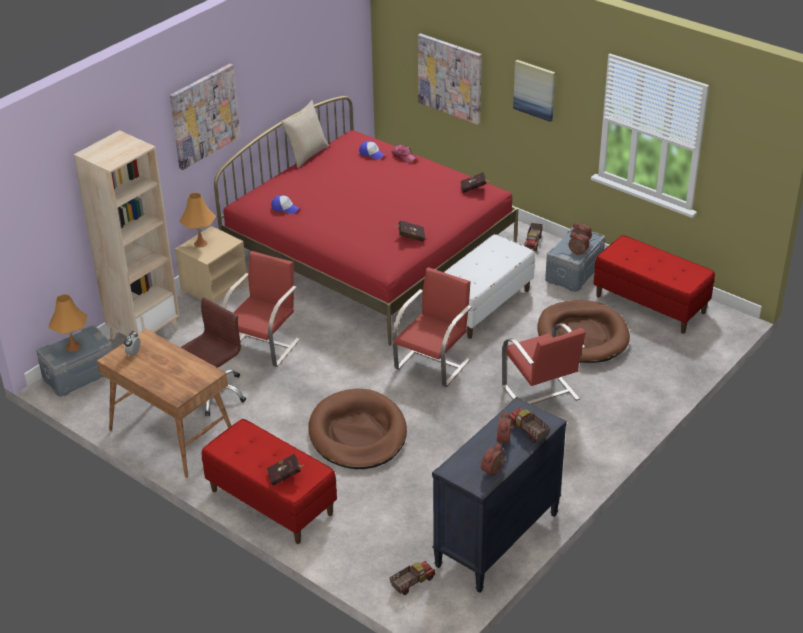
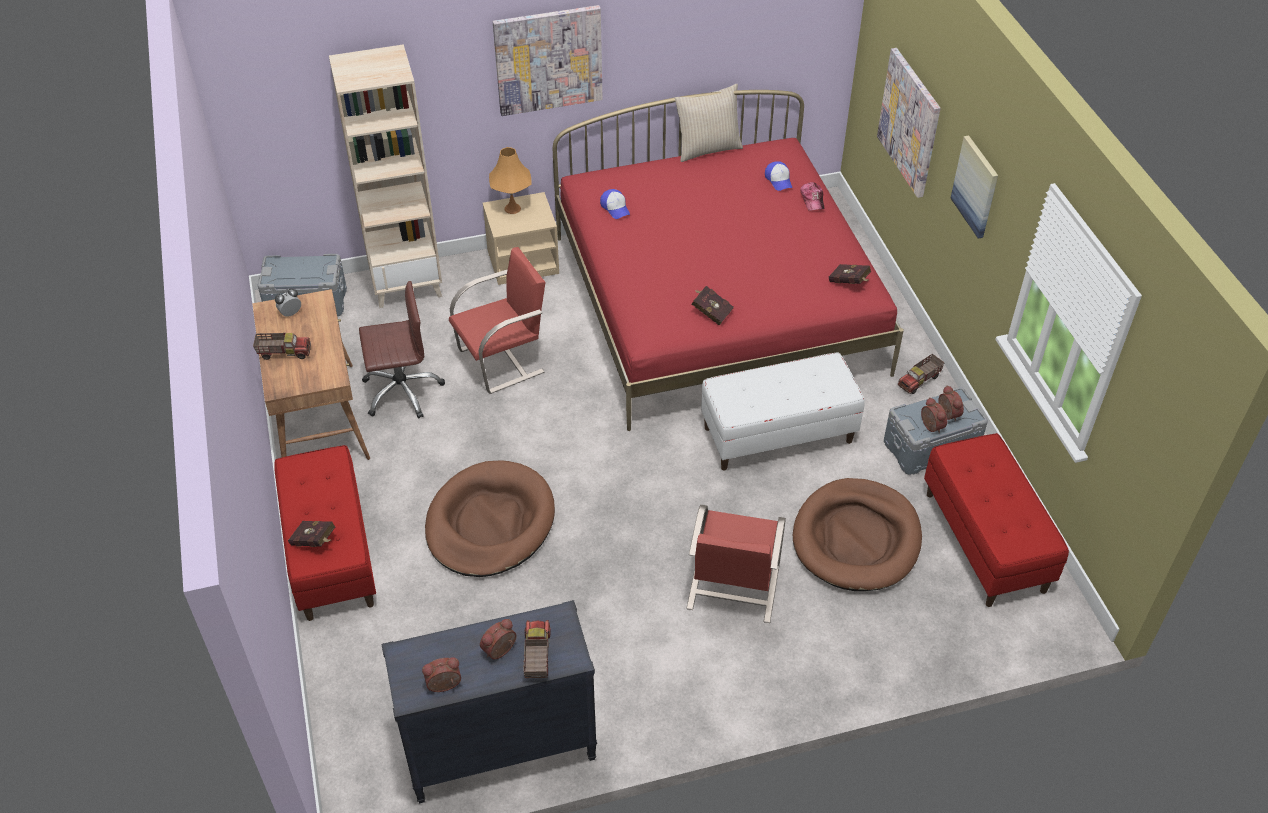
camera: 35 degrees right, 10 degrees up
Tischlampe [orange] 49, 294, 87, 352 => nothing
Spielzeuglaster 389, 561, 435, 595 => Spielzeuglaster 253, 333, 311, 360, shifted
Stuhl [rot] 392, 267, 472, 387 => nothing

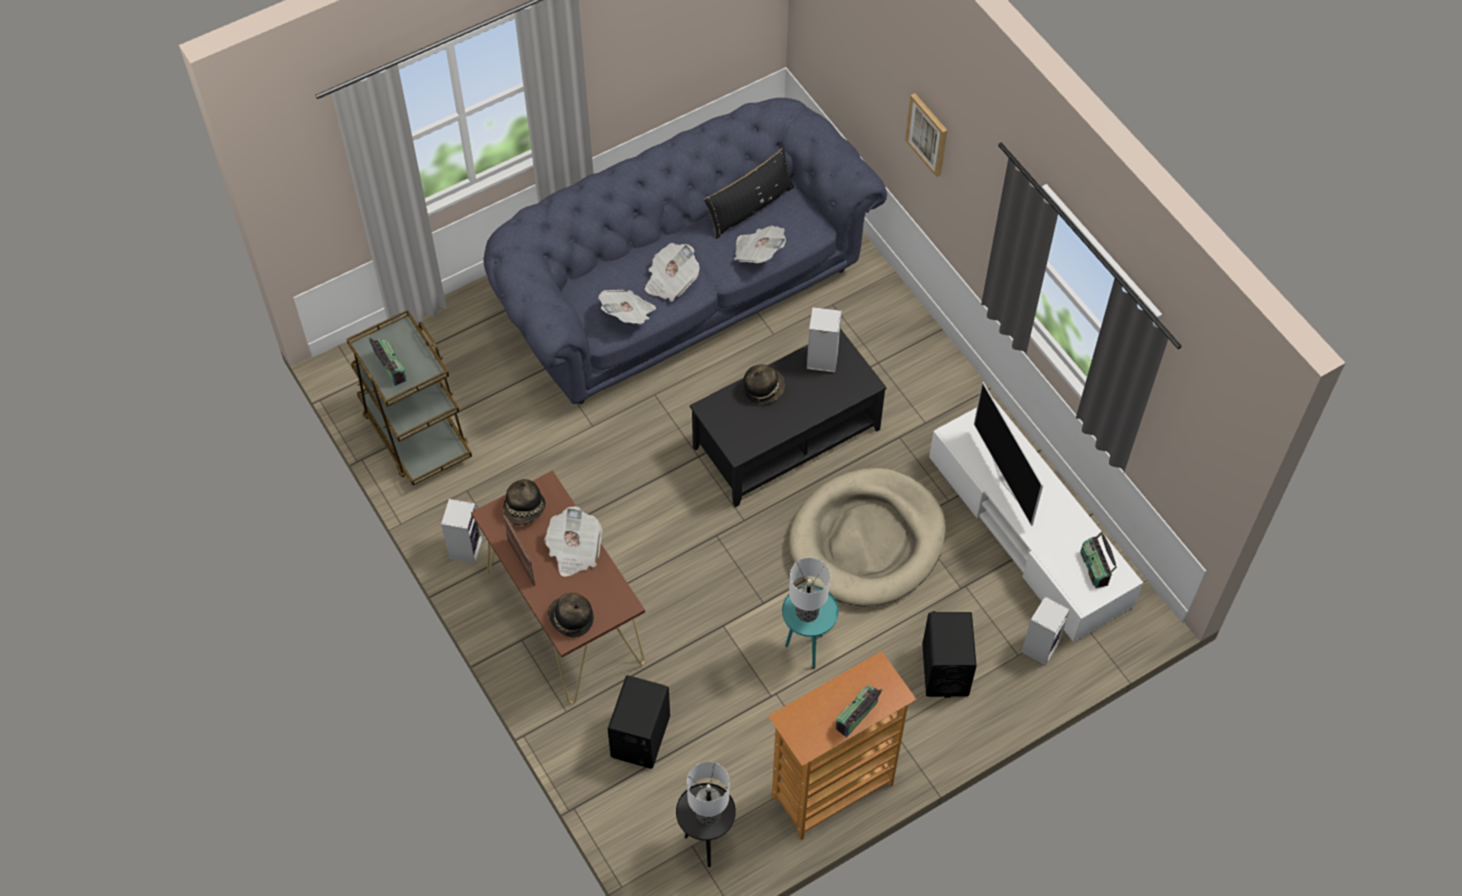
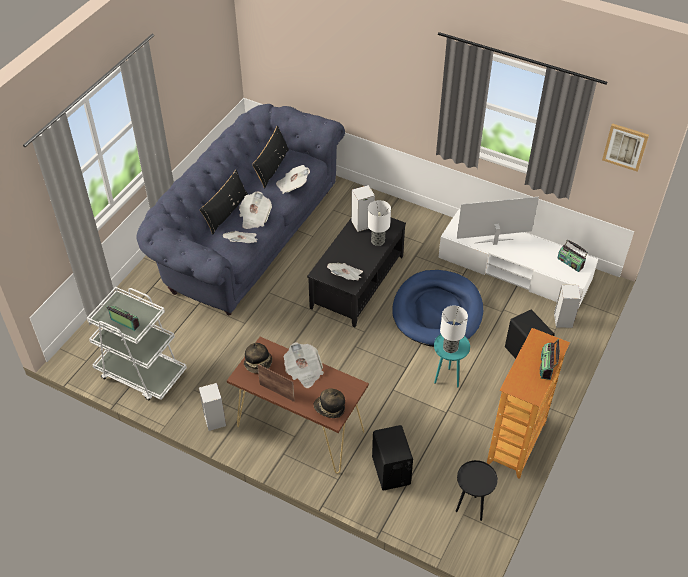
camera: 30 degrees left, 10 degrees down
Rollwagen [braun] 347, 310, 472, 486 => Rollwagen [weiß] 87, 287, 187, 400
Tischlampe 687, 762, 729, 825 => Tischlampe 367, 200, 391, 246, shifted
Hut 743, 364, 785, 405 => nothing
Hundebett [beige] 789, 468, 946, 606 => Hundebett [blau] 393, 270, 483, 347
Bild 905, 93, 947, 177 => Bild 602, 123, 649, 172, shifted
Fernseher 974, 382, 1043, 526 => Fernseher 457, 197, 539, 245, 135 degrees clockwise
nothing => Kissen [schwarz] 199, 170, 248, 235
nothing => Zeitung 327, 263, 363, 280

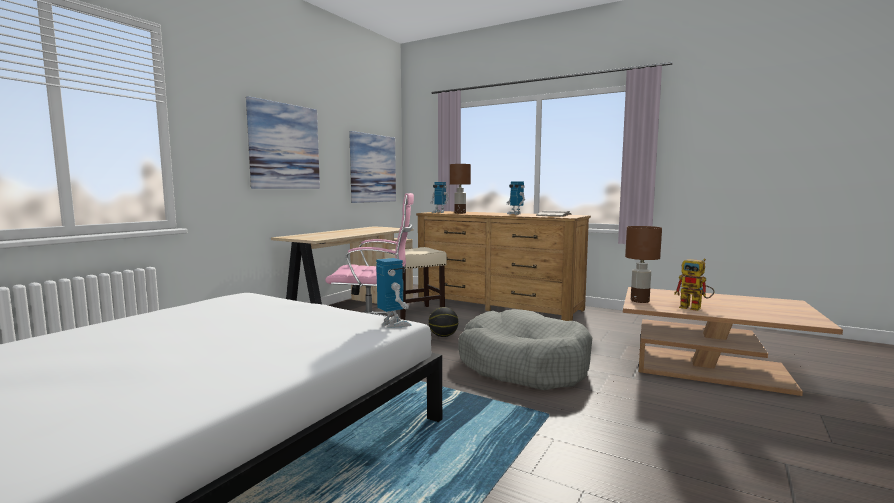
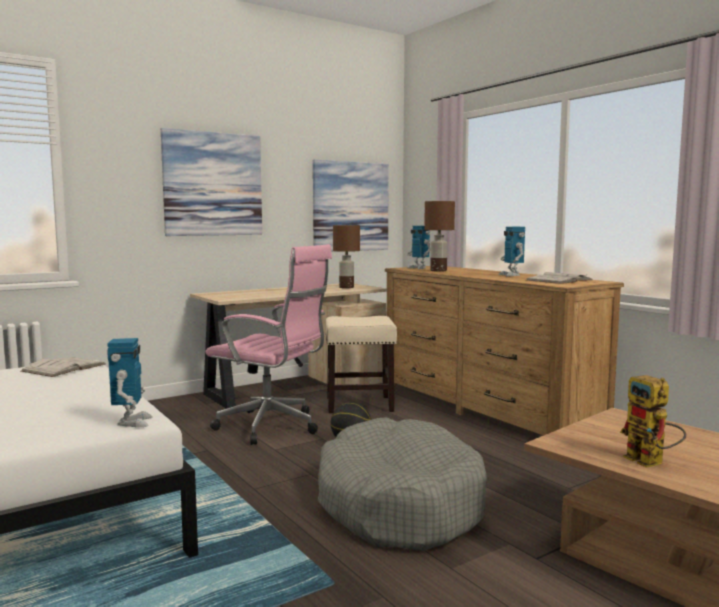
camera: 25 degrees right, 0 degrees up
Tischlampe [braun] 625, 226, 662, 303 => Tischlampe [braun] 333, 225, 360, 288, shifted
nothing => Buch [weiß] 21, 357, 105, 377

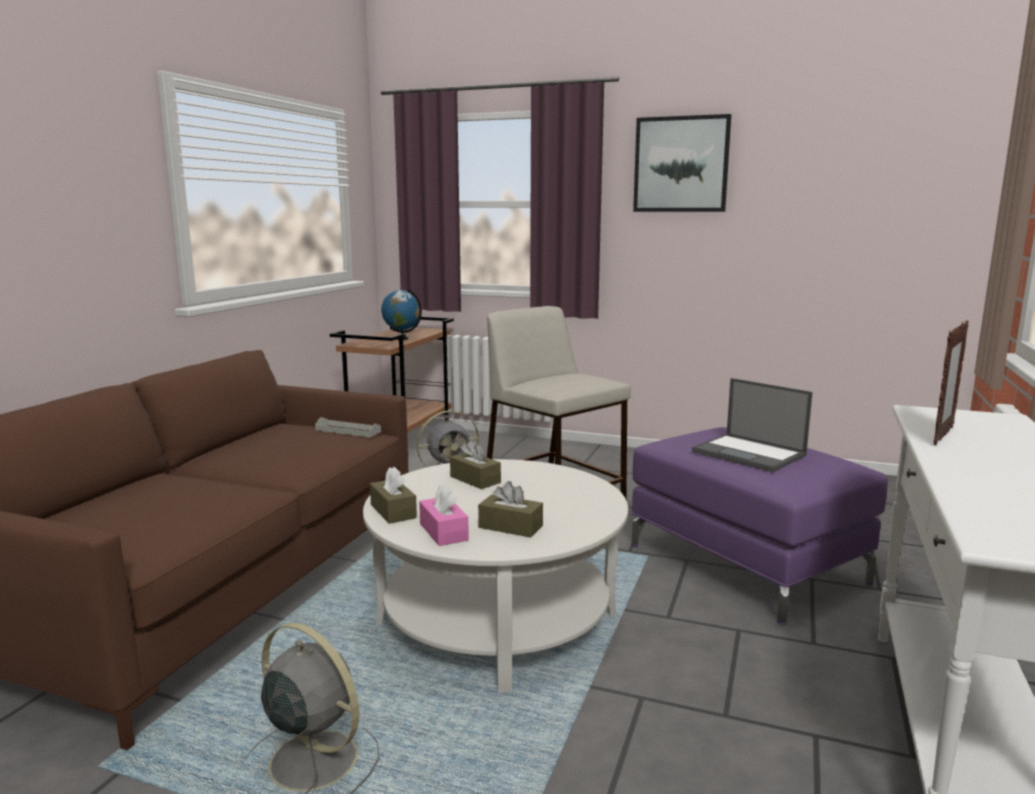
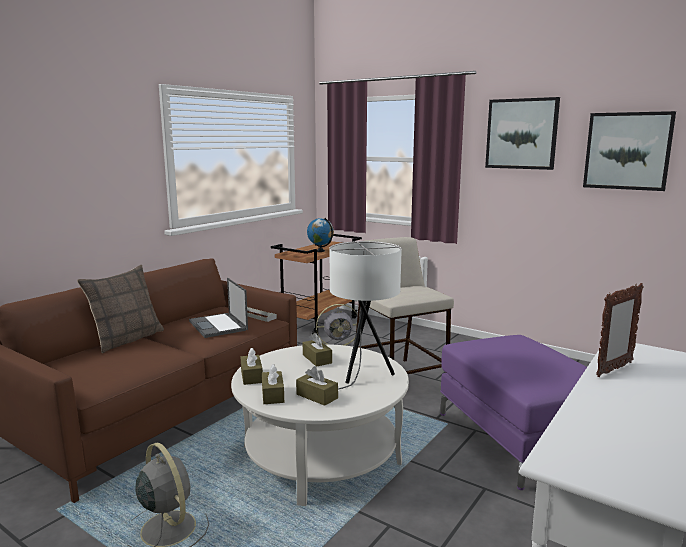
camera: 15 degrees right, 0 degrees up
Taschentuchbox [rosa] 419, 484, 469, 546 => Taschentuchbox [braun] 262, 364, 284, 404
Laptop 692, 378, 813, 472 => Laptop 189, 278, 248, 338, shifted
nothing => Kissen 77, 265, 164, 353
nothing => Tischlampe [weiß] 330, 241, 402, 389
nothing => Bild 583, 111, 676, 191

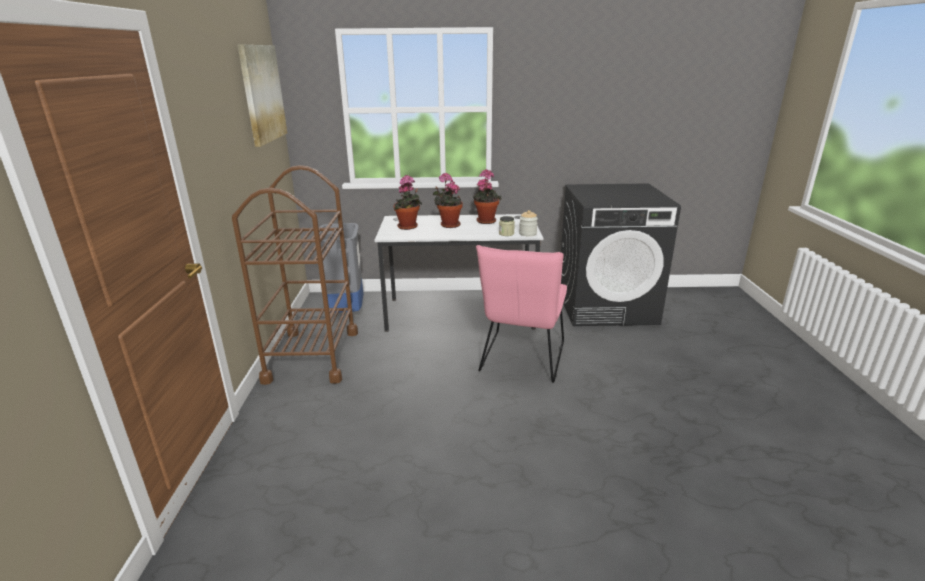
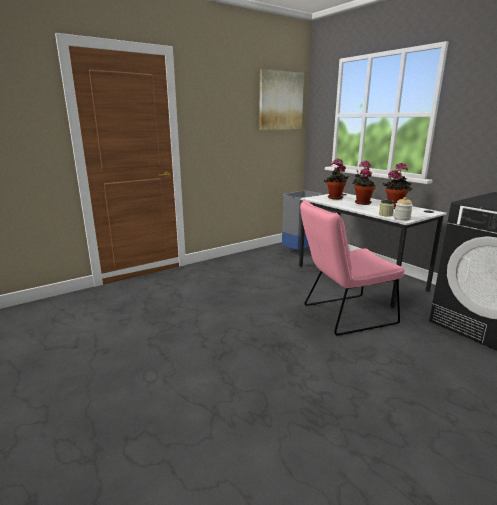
camera: 55 degrees right, 5 degrees down
Rollwagen [braun] 232, 165, 358, 385 => nothing

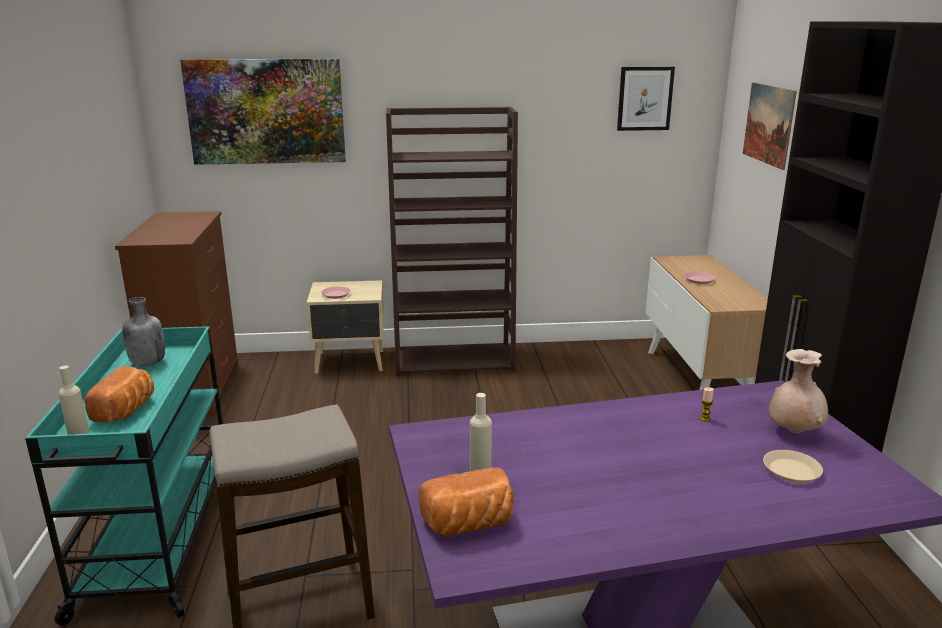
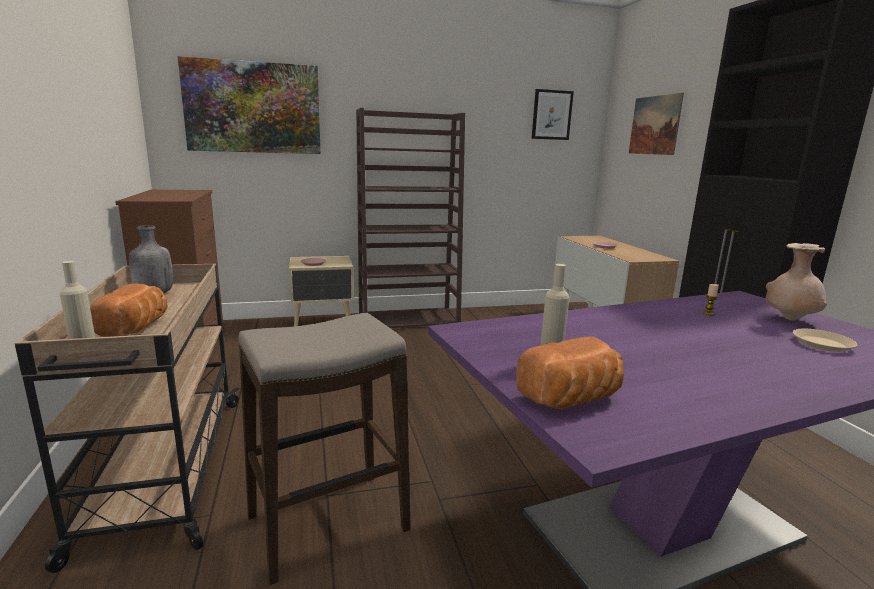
camera: 10 degrees left, 5 degrees down
Rollwagen [türkis] 25, 326, 223, 626 => Rollwagen [beige] 15, 264, 240, 573

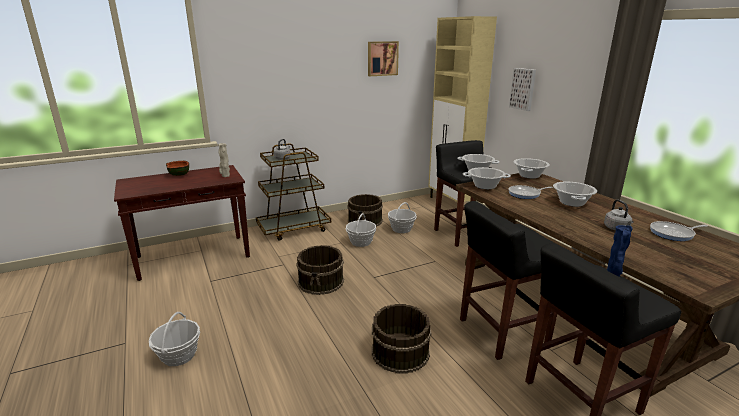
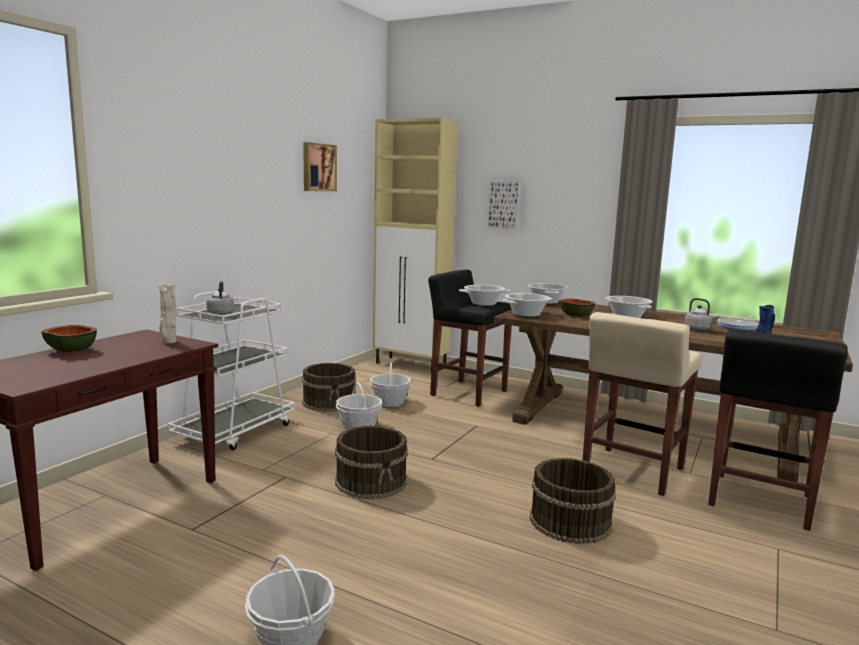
camera: 35 degrees left, 10 degrees down
Rollwagen [braun] 256, 143, 331, 241 => Rollwagen [weiß] 168, 291, 295, 450
Hocker [schwarz] 460, 201, 557, 360 => Hocker [beige] 583, 312, 701, 496
Pfanne 508, 185, 553, 199 => Schüssel 560, 299, 595, 317

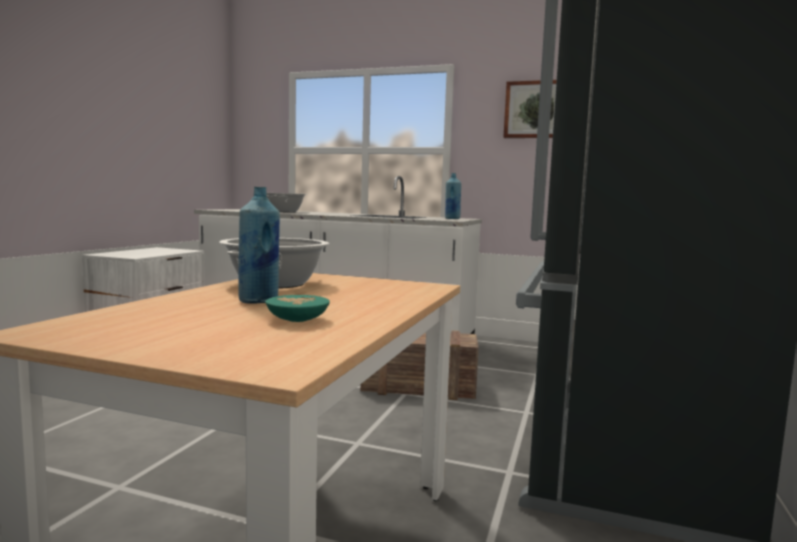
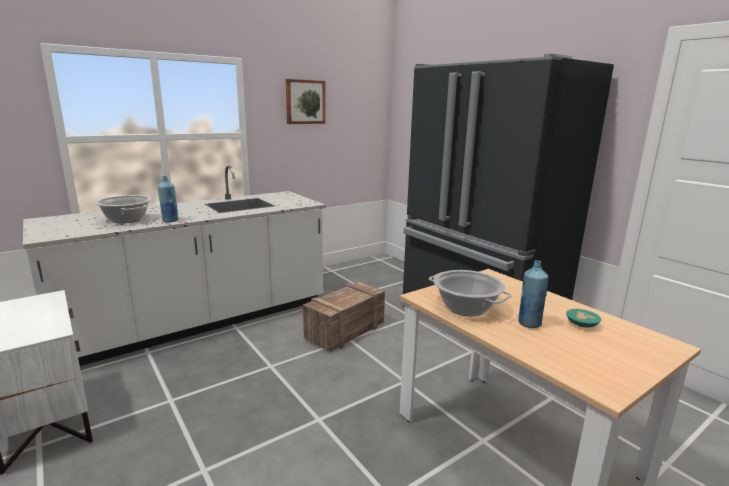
camera: 55 degrees left, 10 degrees up
Flasche [blau] 445, 173, 461, 219 => Flasche [blau] 158, 176, 179, 222, shifted

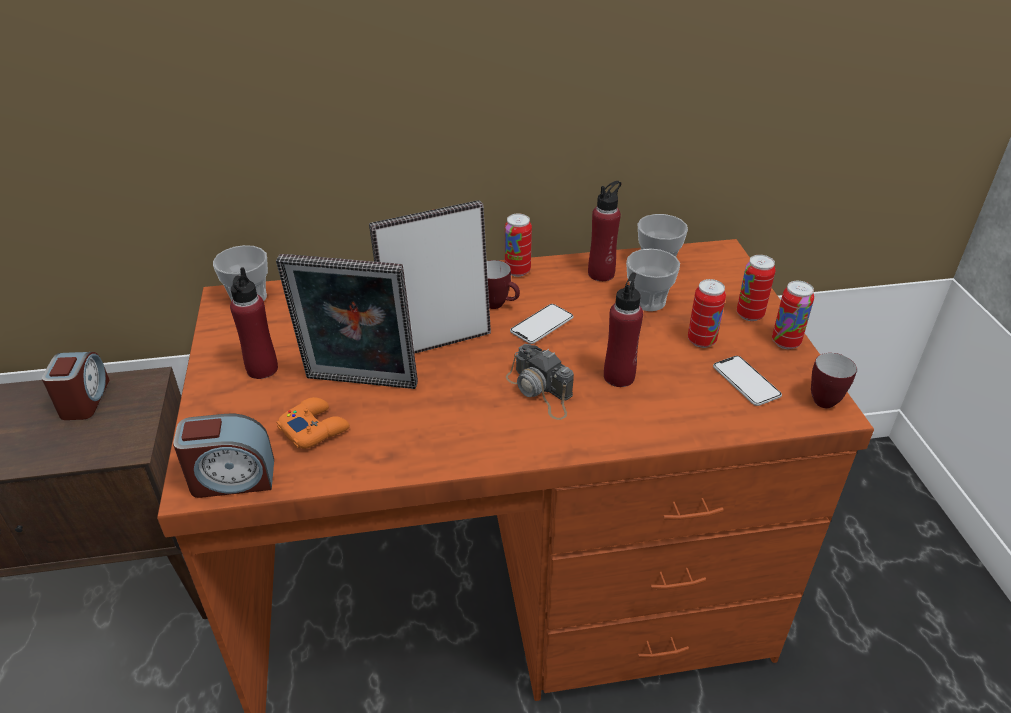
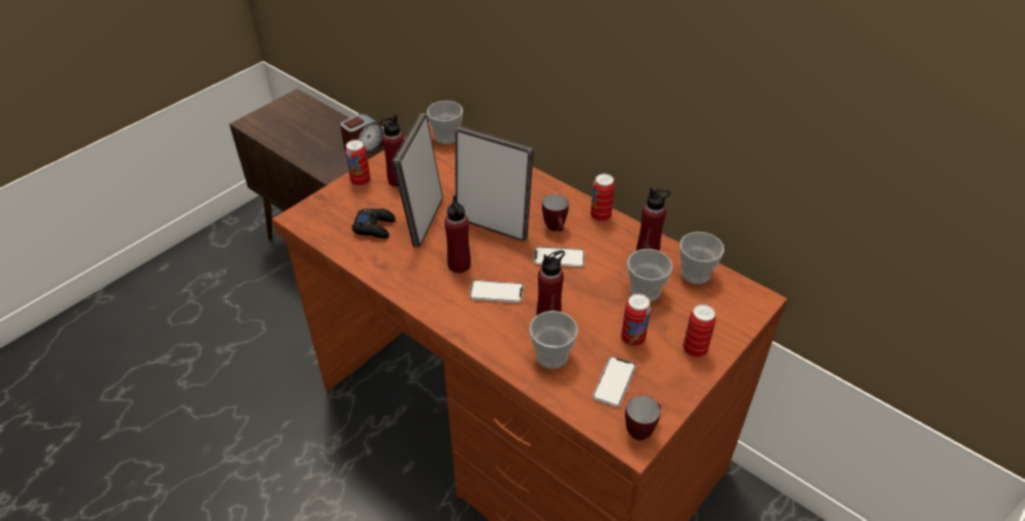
camera: 50 degrees right, 5 degrees up
Wecker 173, 414, 274, 498 => nothing
Bilderrahmen 276, 254, 418, 389 => Bilderrahmen 392, 113, 443, 248, 45 degrees clockwise
Gamepad [orange] 277, 397, 350, 449 => Gamepad [schwarz] 351, 208, 395, 239
Kamera 506, 344, 574, 420 => Handy 469, 280, 524, 303
Dose 772, 281, 814, 349 => Dose 345, 140, 371, 187, shifted
nothing => Flasche [rot] 445, 195, 471, 273
nothing => Tasse 529, 311, 578, 369

